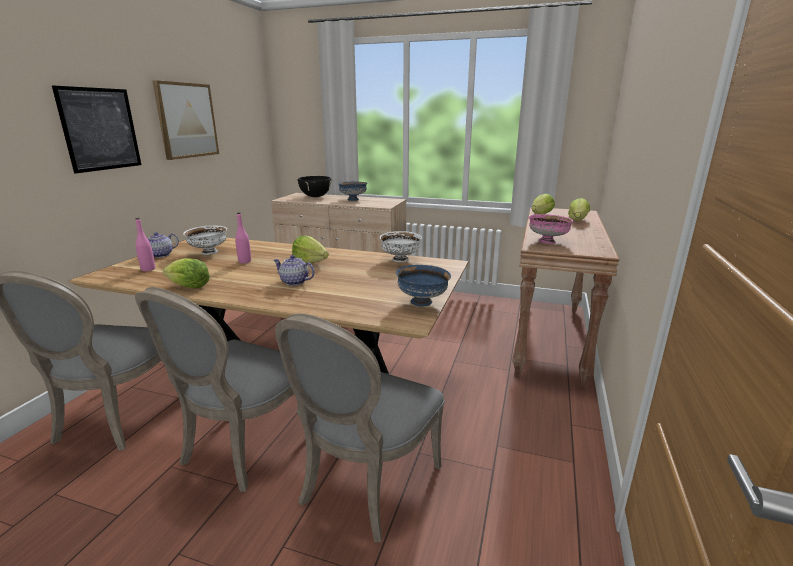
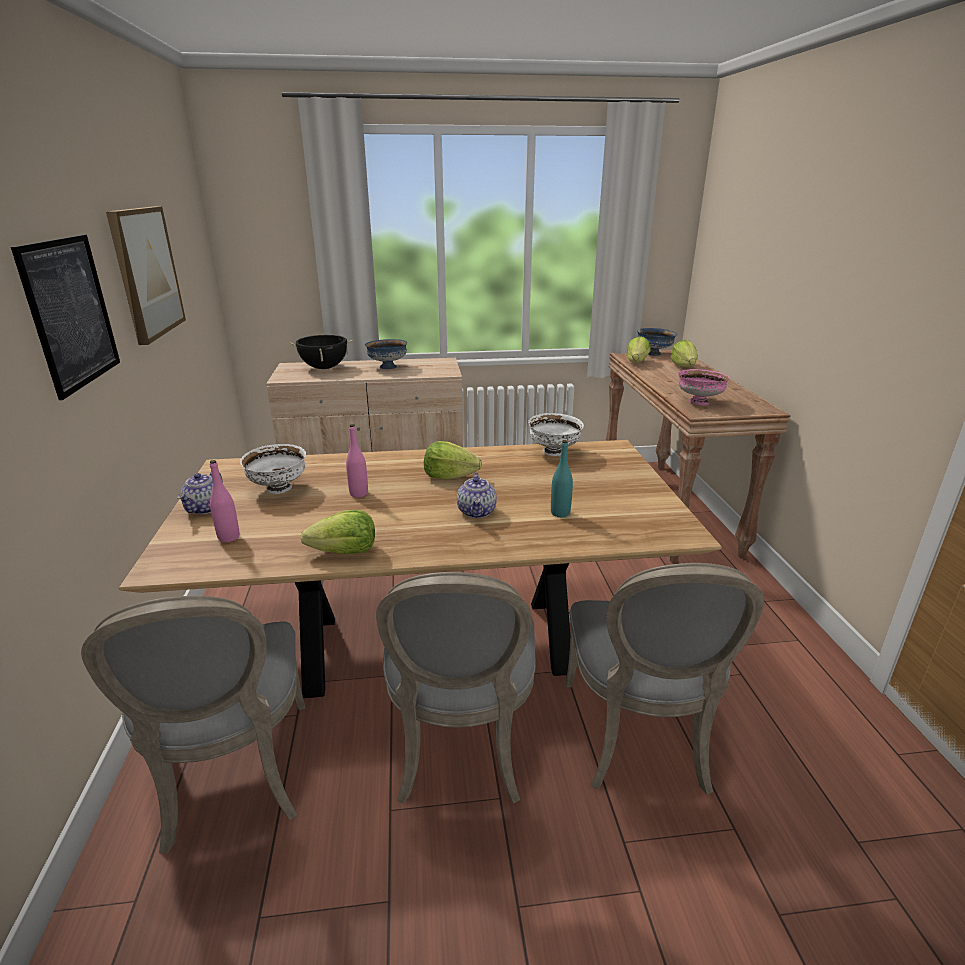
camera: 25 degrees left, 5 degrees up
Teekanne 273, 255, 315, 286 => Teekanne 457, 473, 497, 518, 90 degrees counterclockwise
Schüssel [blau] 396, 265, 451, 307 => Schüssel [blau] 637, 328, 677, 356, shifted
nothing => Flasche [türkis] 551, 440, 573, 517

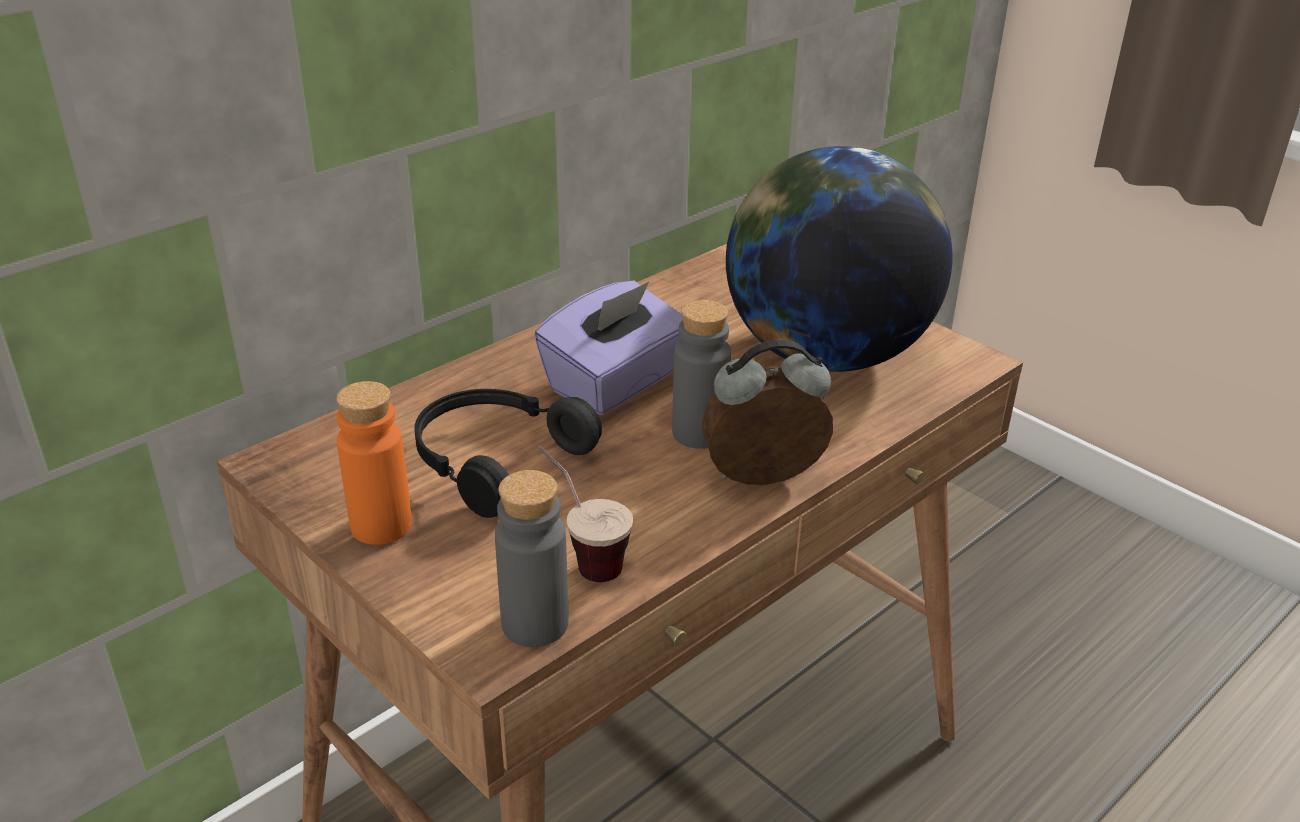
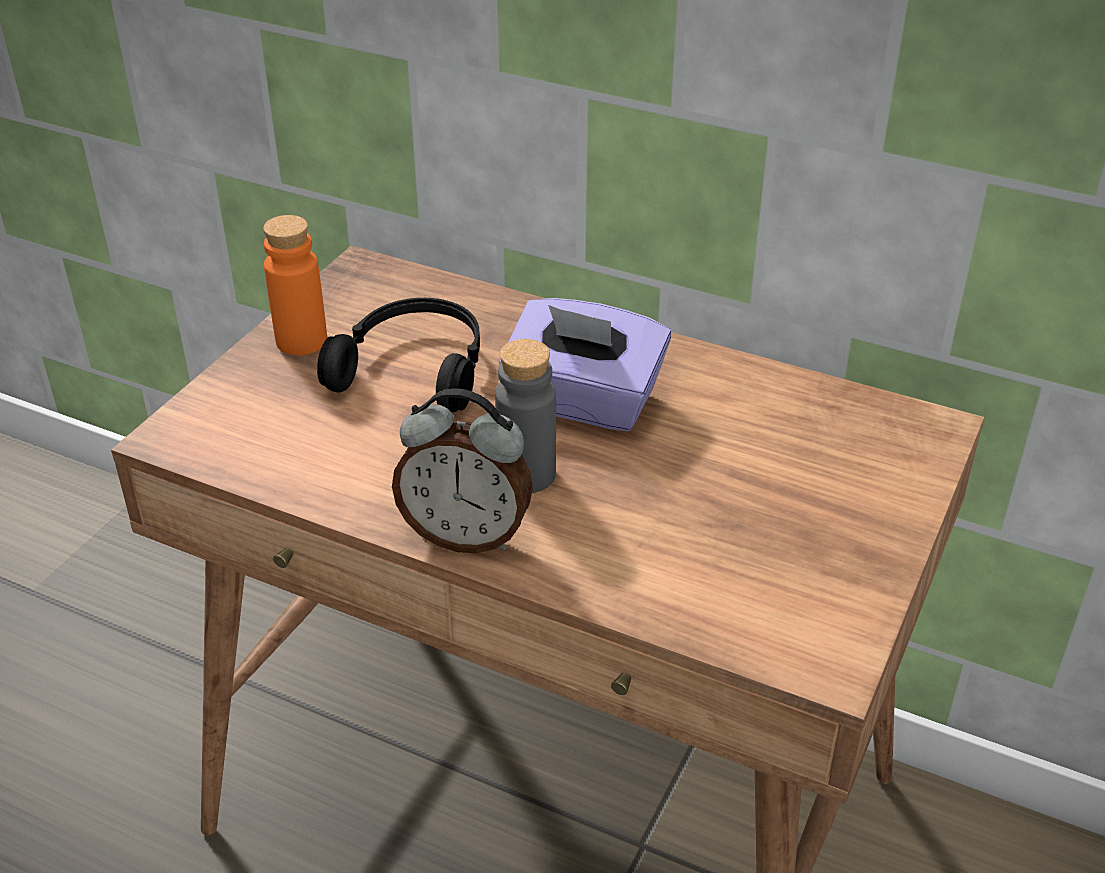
camera: 70 degrees right, 5 degrees up
Flasche [grau] 495, 470, 568, 647 => nothing
Tasse 538, 446, 633, 582 => nothing
Wecker 702, 339, 833, 485 => Wecker 392, 389, 533, 553, 135 degrees clockwise
Globus 726, 146, 952, 372 => nothing

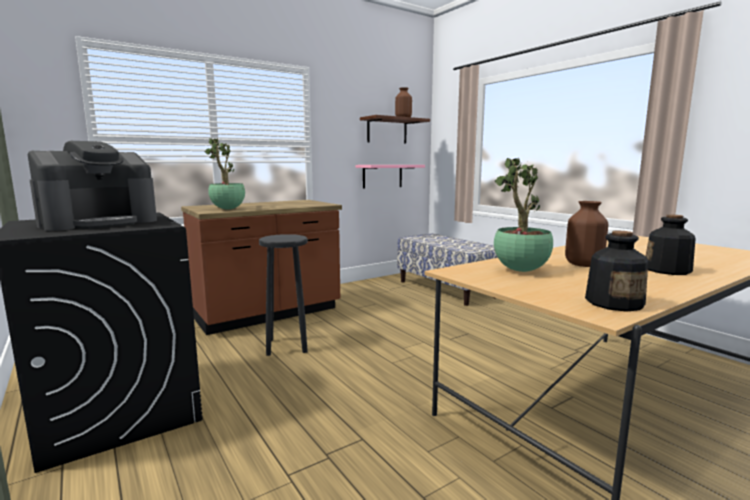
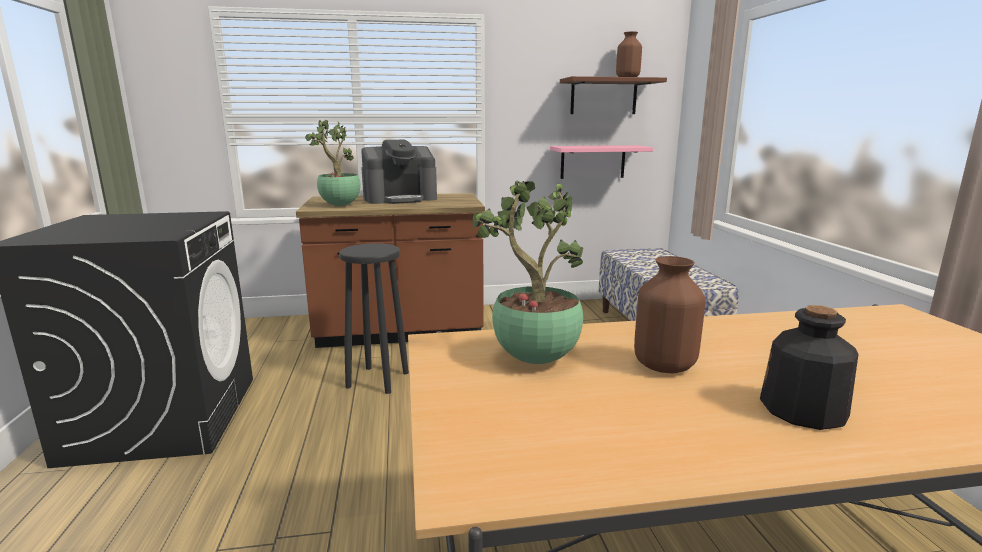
camera: 25 degrees right, 5 degrees up
Kaffeemaschine 28, 141, 157, 231 => Kaffeemaschine 361, 140, 437, 204, shifted
Flasche 585, 231, 648, 312 => nothing

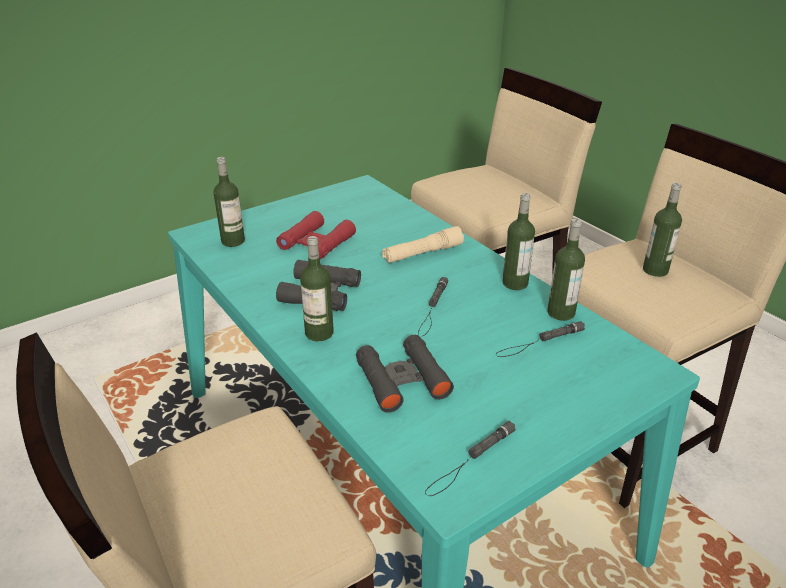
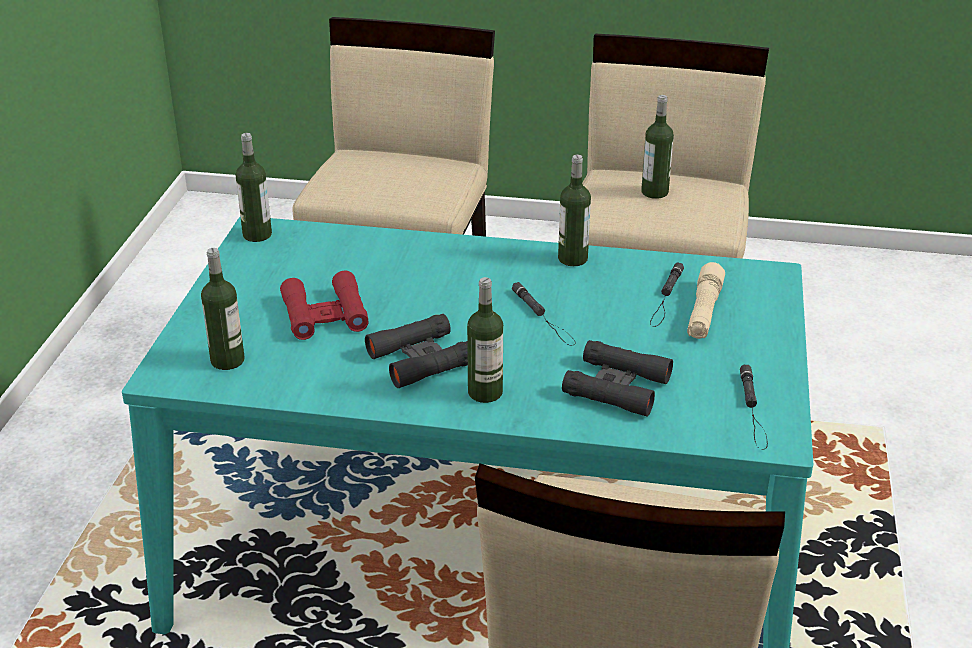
camera: 45 degrees left, 0 degrees up
Taschenlampe [beige] 382, 226, 464, 263 => Taschenlampe [beige] 687, 262, 725, 339, shifted
Flasche 548, 218, 585, 321 => Flasche 235, 133, 272, 242, shifted

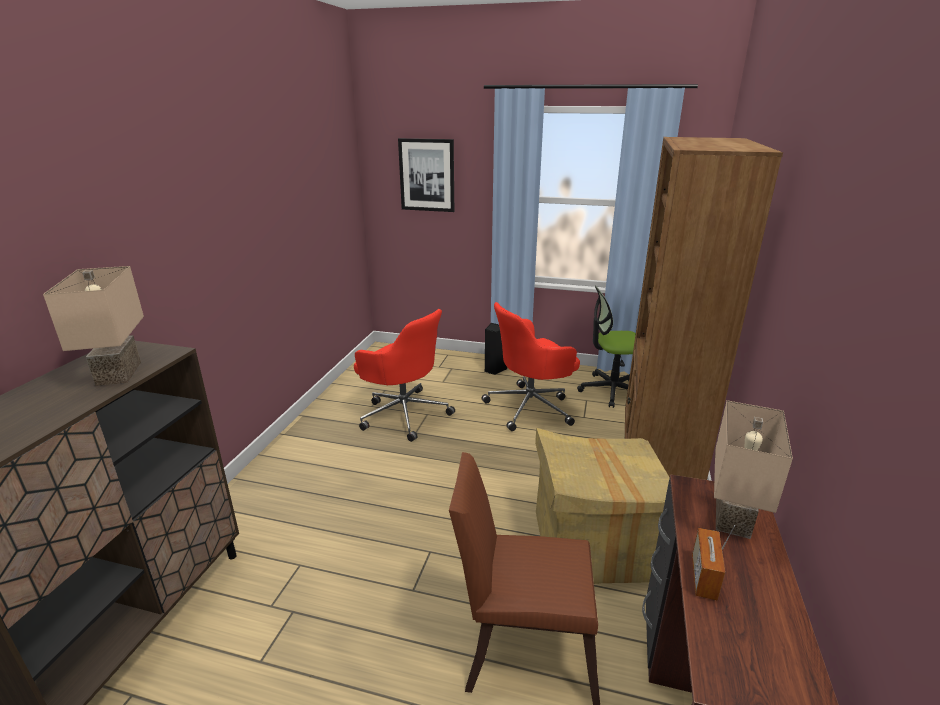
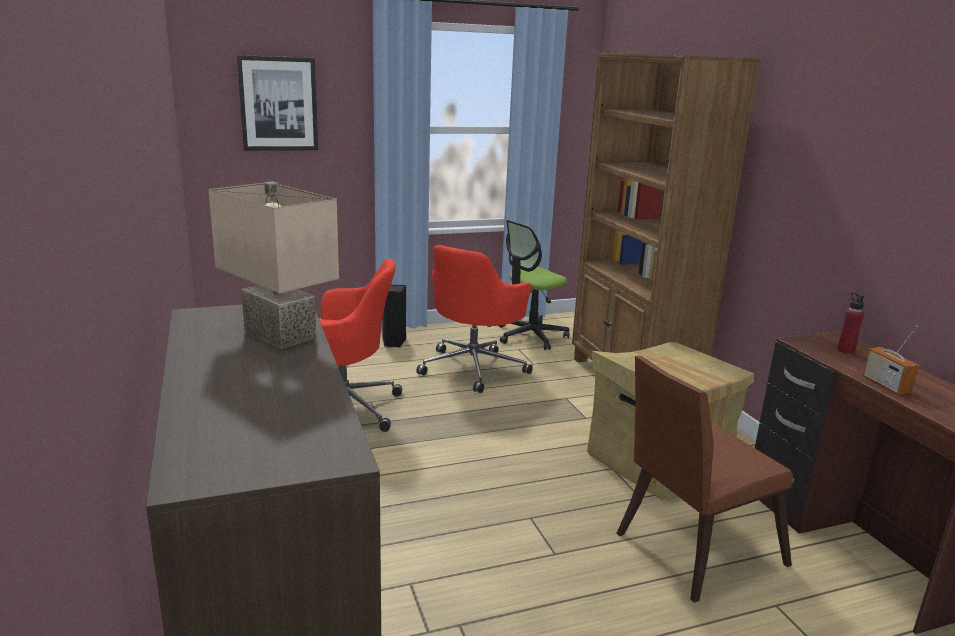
camera: 35 degrees left, 5 degrees down
Tischlampe [beige] 714, 400, 793, 539 => Flasche [rot] 837, 292, 864, 354

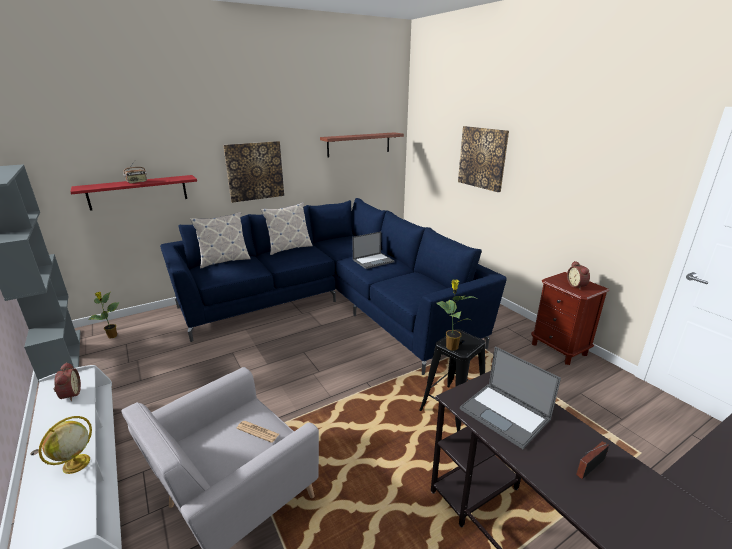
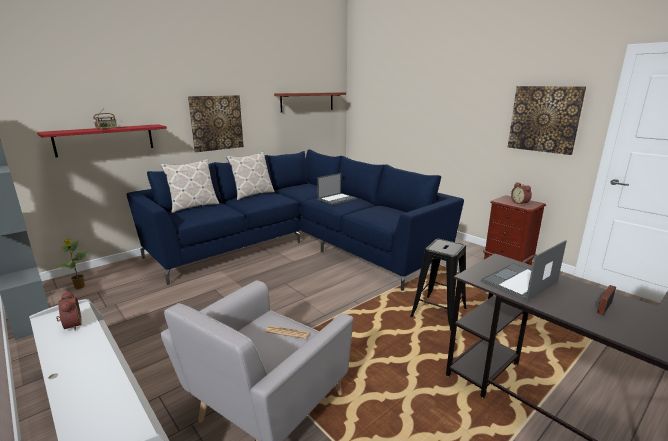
camera: 10 degrees left, 5 degrees down
Globus 39, 416, 92, 474 => nothing
Topfpflanze 436, 279, 477, 351 => nothing
Bild 458, 126, 509, 192 => Bild 508, 86, 586, 155, shifted
Laptop 460, 346, 561, 449 => Laptop 481, 240, 567, 302, 105 degrees clockwise

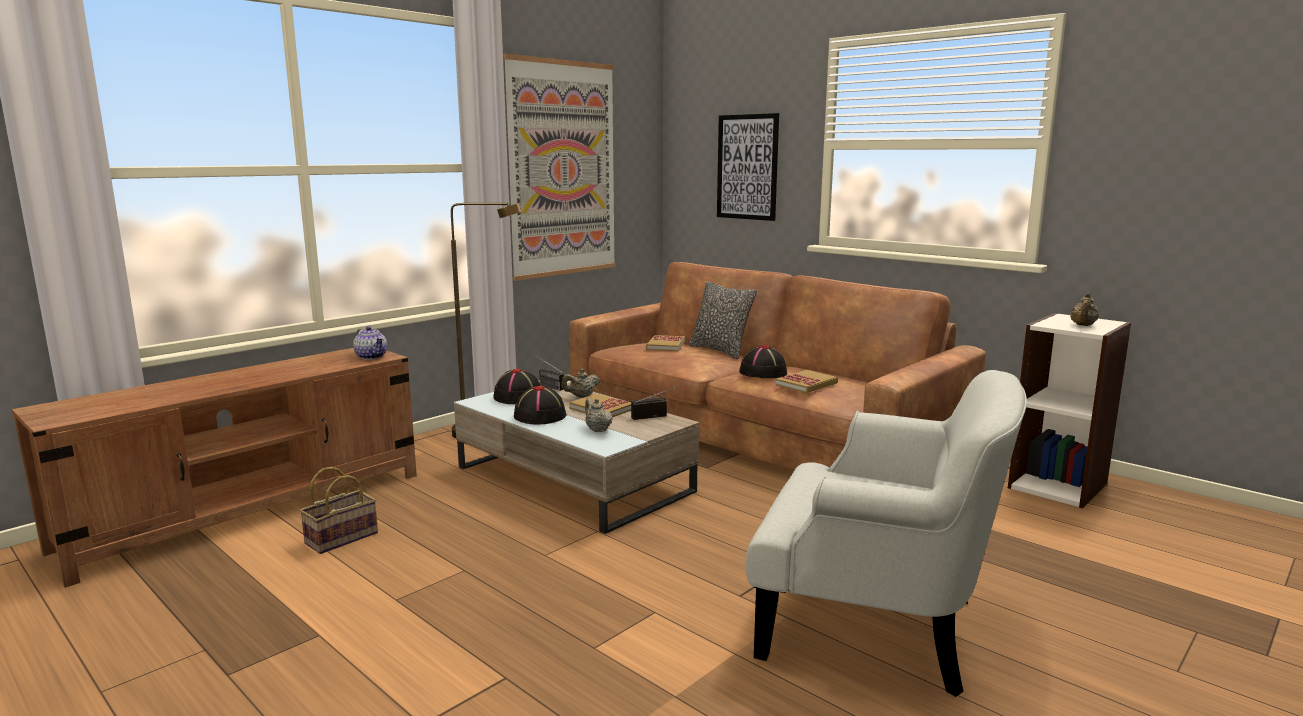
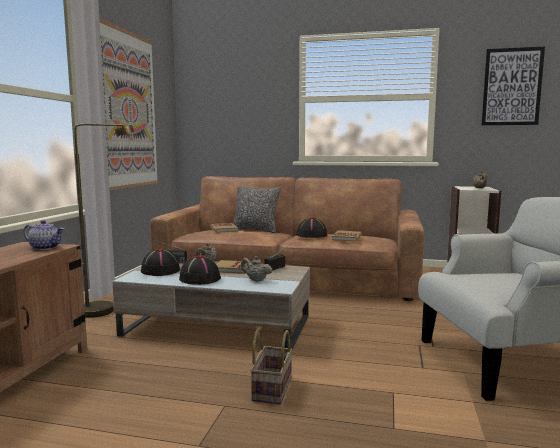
camera: 30 degrees left, 5 degrees down
Korb 299, 467, 378, 554 => Korb 250, 328, 293, 404, shifted
Bild 717, 113, 779, 221 => Bild 481, 46, 545, 125, shifted

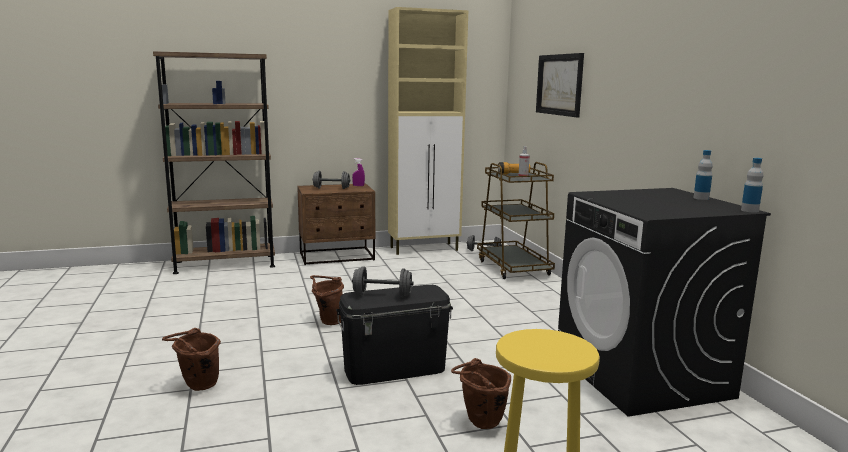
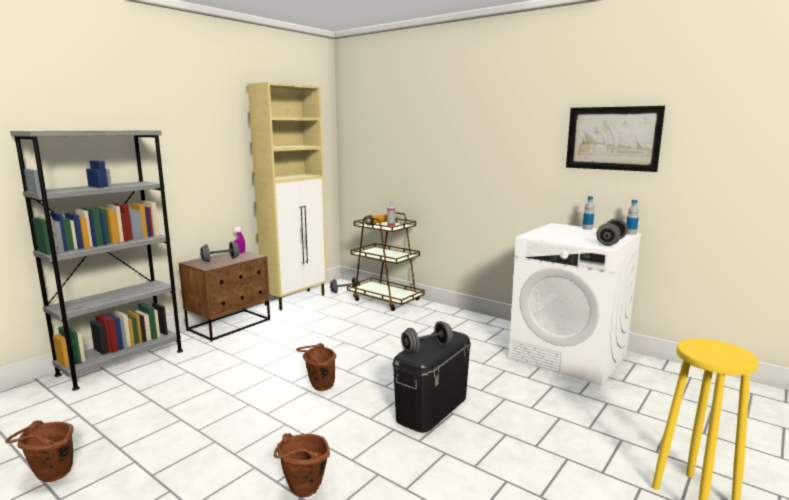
camera: 35 degrees left, 0 degrees up
Bücherregal [braun] 153, 51, 275, 274 => Bücherregal [grau] 10, 130, 183, 391
Eimer [braun] 451, 358, 511, 429 => Eimer [braun] 5, 420, 73, 482, shifted
Bild 536, 53, 584, 117 => Bild 566, 106, 665, 172, shifted
Waschmaschine [schwarz] 558, 188, 771, 416 => Waschmaschine [weiß] 509, 223, 641, 386
nothing => Hantel [grau] 596, 219, 628, 246

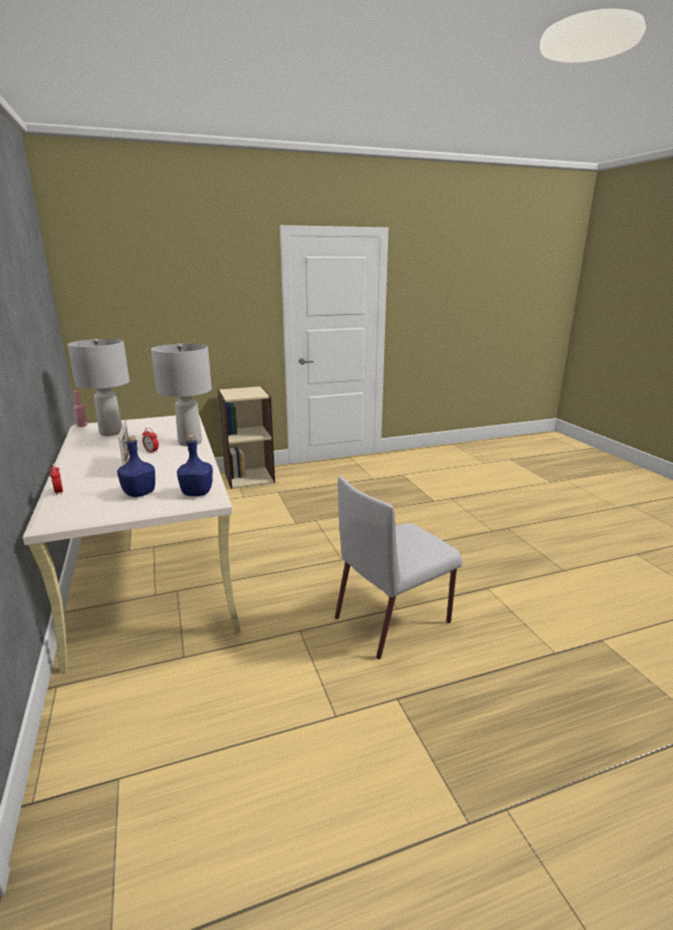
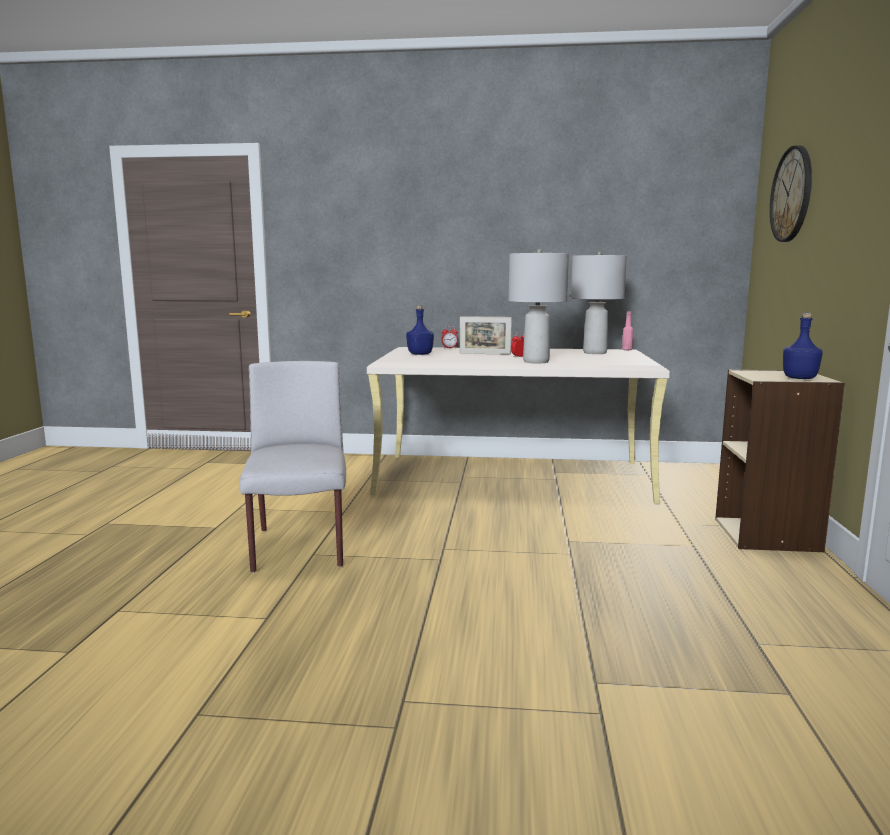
camera: 115 degrees right, 10 degrees down
Flasche [blau] 177, 435, 213, 496 => Flasche [blau] 783, 312, 823, 379, shifted
nothing => Wanduhr 770, 146, 812, 242

